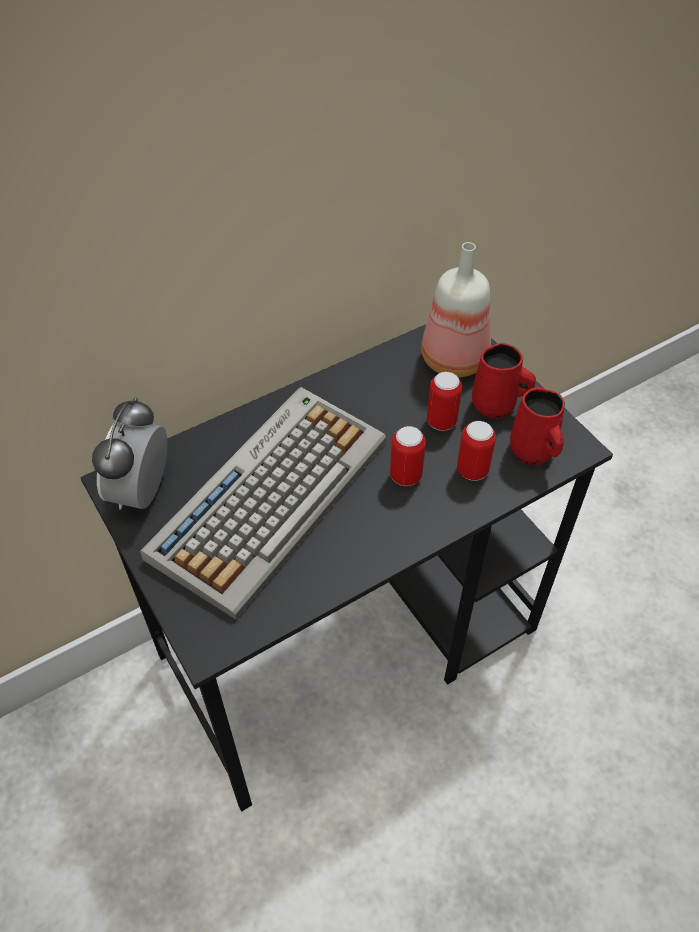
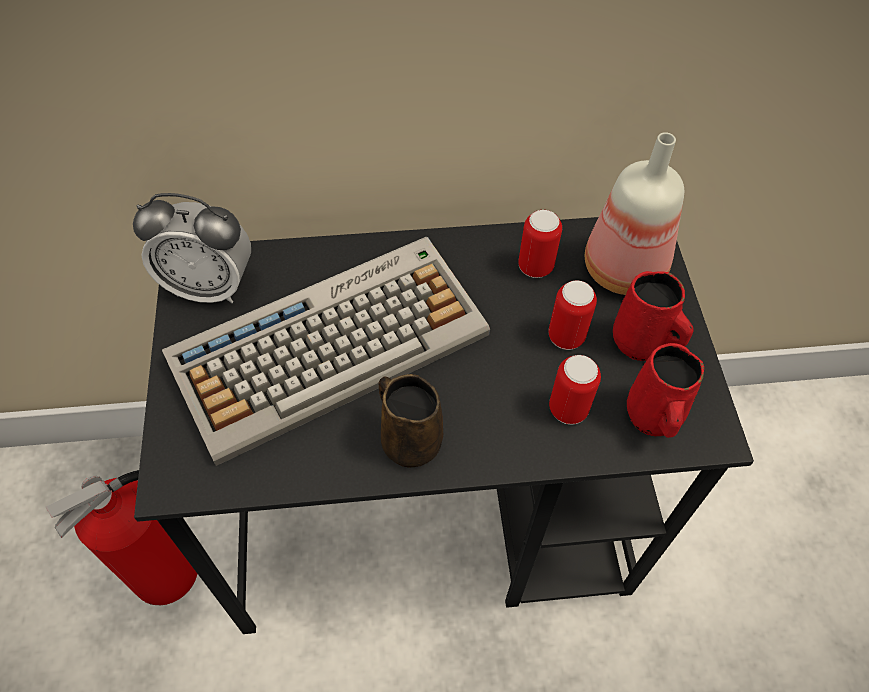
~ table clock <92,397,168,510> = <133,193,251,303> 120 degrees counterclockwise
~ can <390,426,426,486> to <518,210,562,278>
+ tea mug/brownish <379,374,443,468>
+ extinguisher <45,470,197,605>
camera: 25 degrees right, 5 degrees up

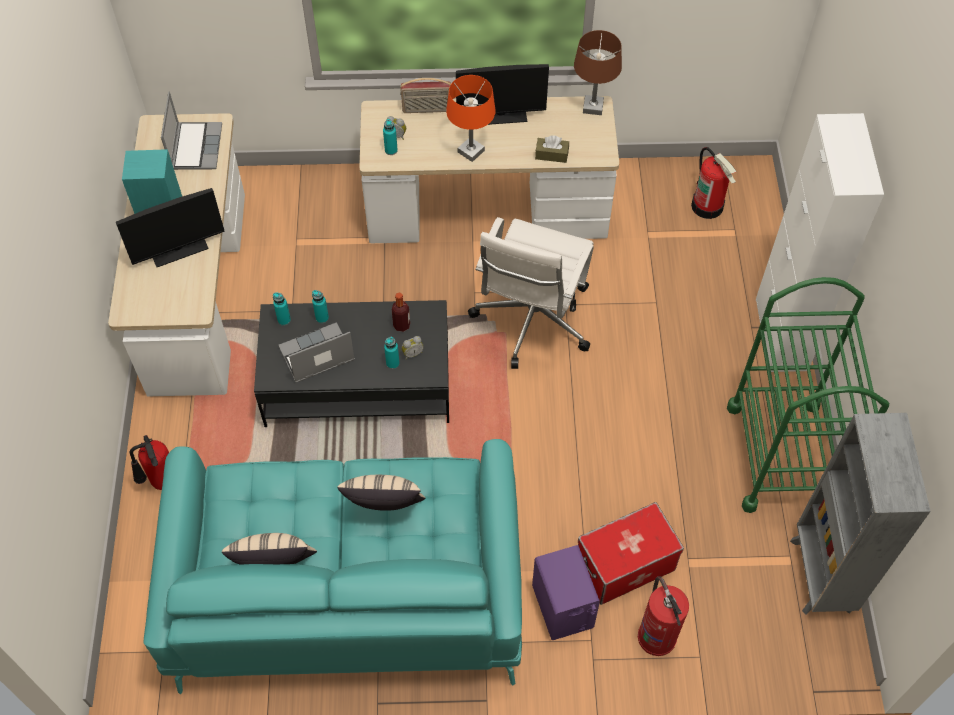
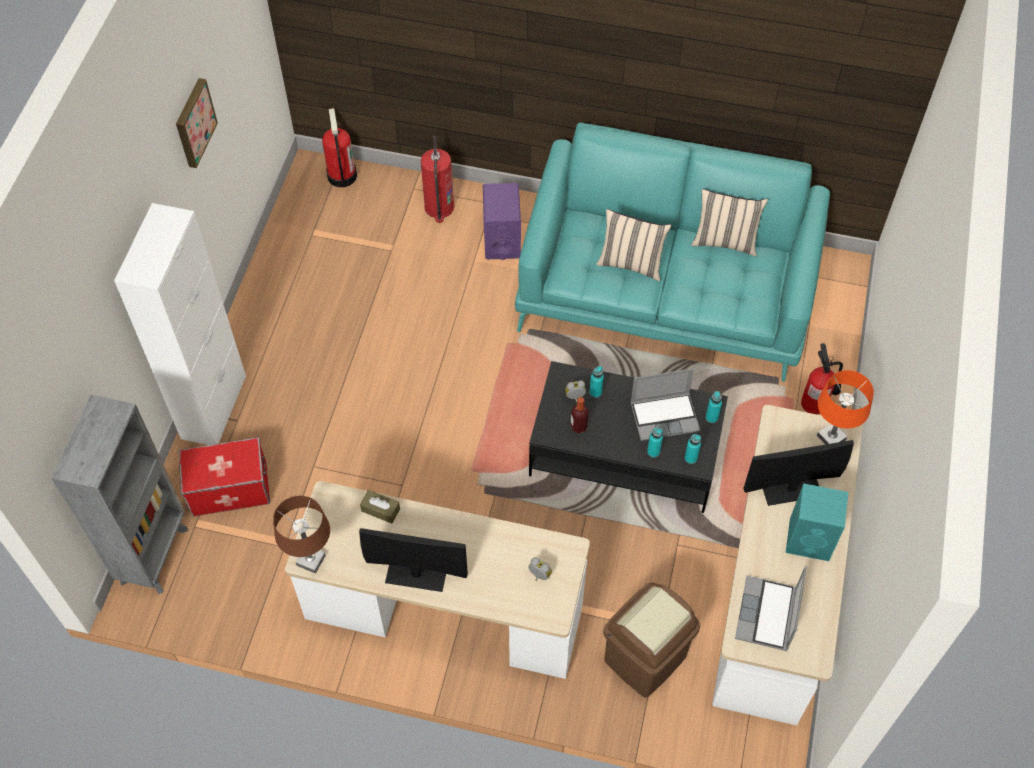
~ table lamp/orangey <446,75,496,162> to <817,370,874,444>
- radio receiver <400,78,451,113>
~ beverage bottle/turquoise <383,119,398,155> to <706,391,722,423>
~ extinguisher <691,147,737,219> to <322,108,357,187>
- computer chair/white-coloured <468,217,594,369>
- cart/green-coloured <727,277,889,513>
~ bookcase/greyish <790,413,931,615> to <51,395,189,594>
~ storage container <578,502,684,605> to <178,437,270,516>
+ wall picture <176,78,218,168>
+ trash can/brownish <603,582,700,697>
camera: 165 degrees left, 0 degrees up

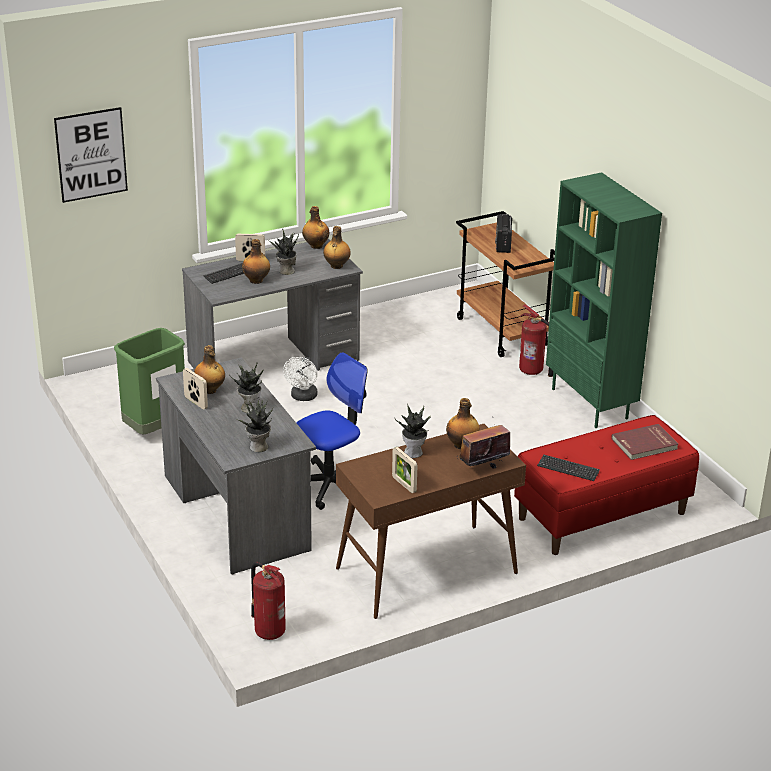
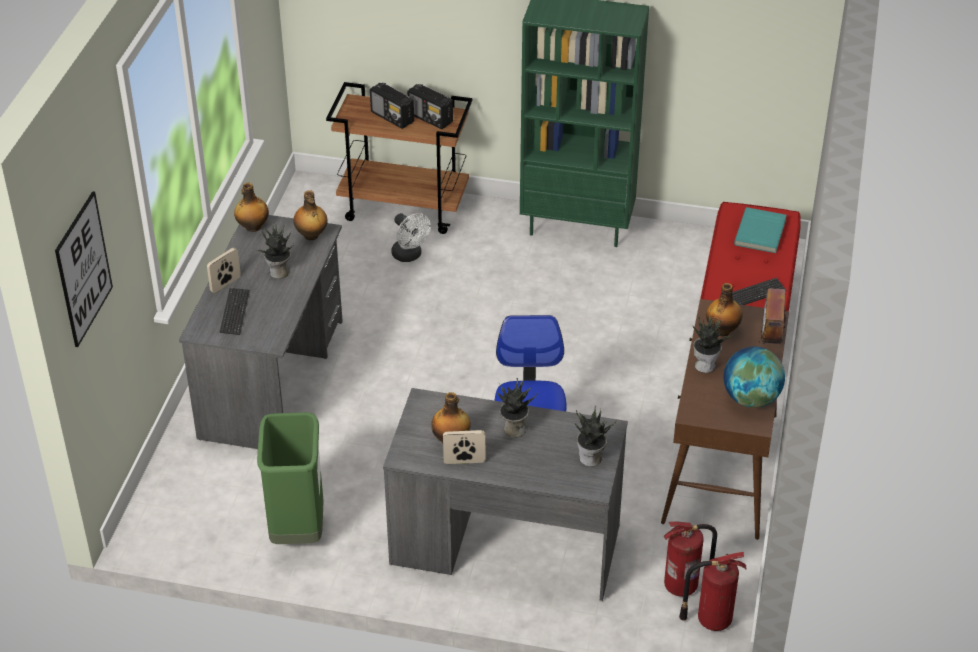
- beverage bottle <242,239,270,284>
~ extinguisher <519,304,553,377> to <664,521,717,597>
~ cooling fan/white-coloured <283,357,317,401> to <391,213,431,262>
~ bound book/red <611,424,678,460> to bound book/turquoise <734,207,787,253>
~ photo frame <392,447,417,493> to world globe <723,347,785,408>
+ radio receiver <407,84,453,129>
camera: 50 degrees left, 10 degrees up

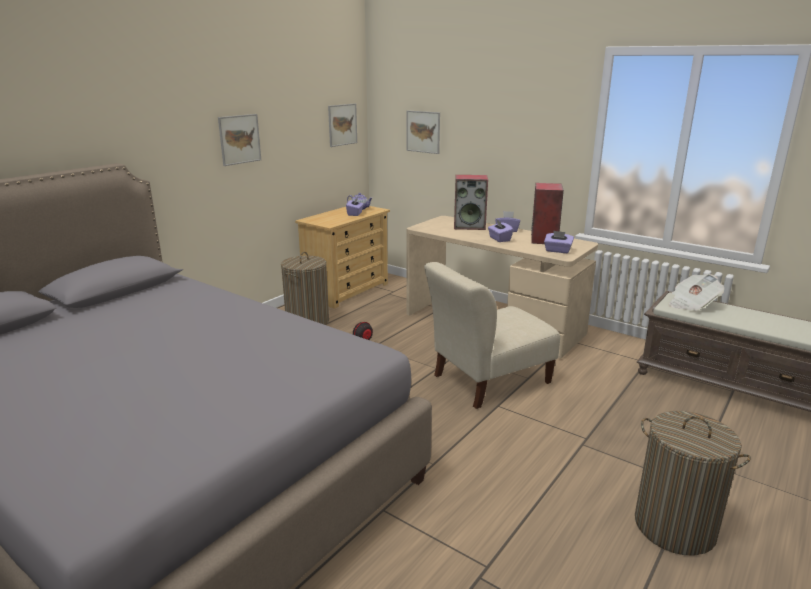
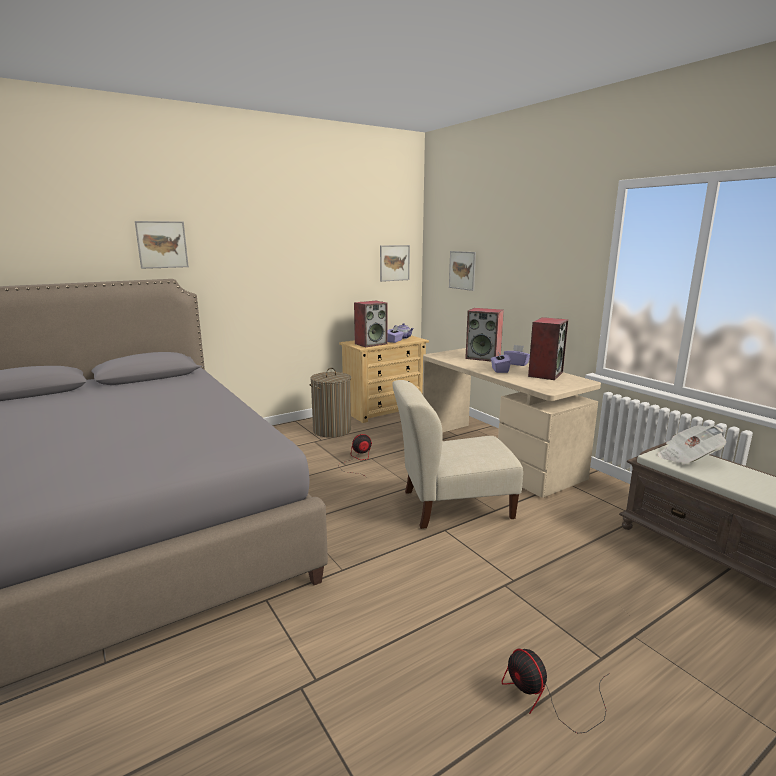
~ wall picture <218,114,261,166> to <135,221,189,269>
- tissue box/purple <544,230,574,253>
~ laundry basket <635,411,751,556> to cooling fan <502,649,610,733>
+ audio speaker <354,301,387,347>
camera: 20 degrees right, 5 degrees down

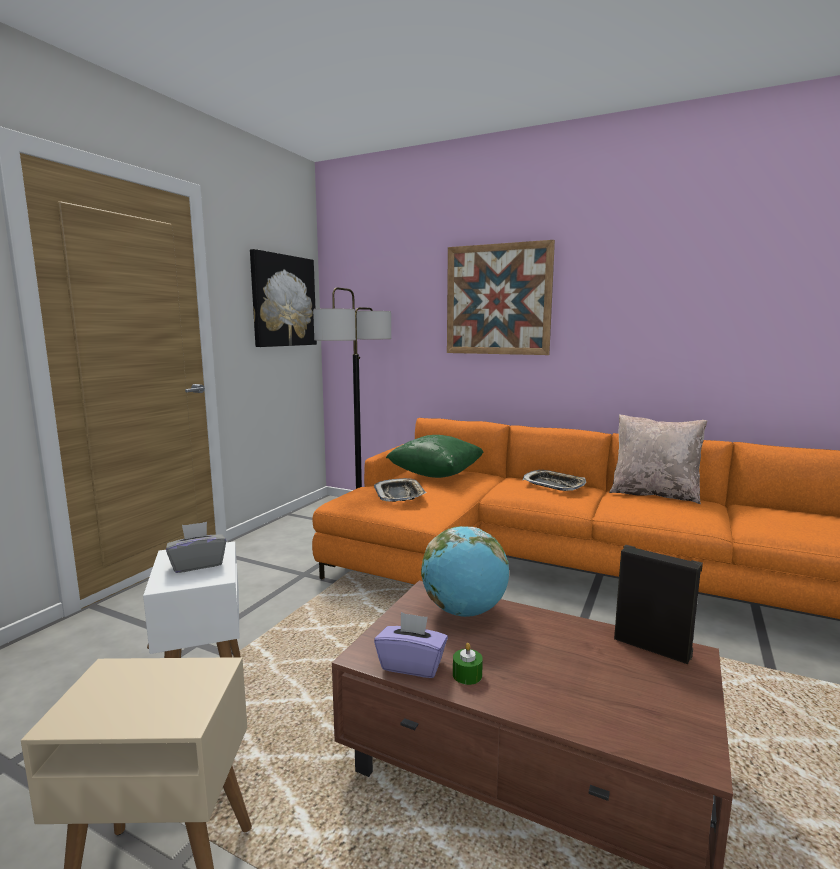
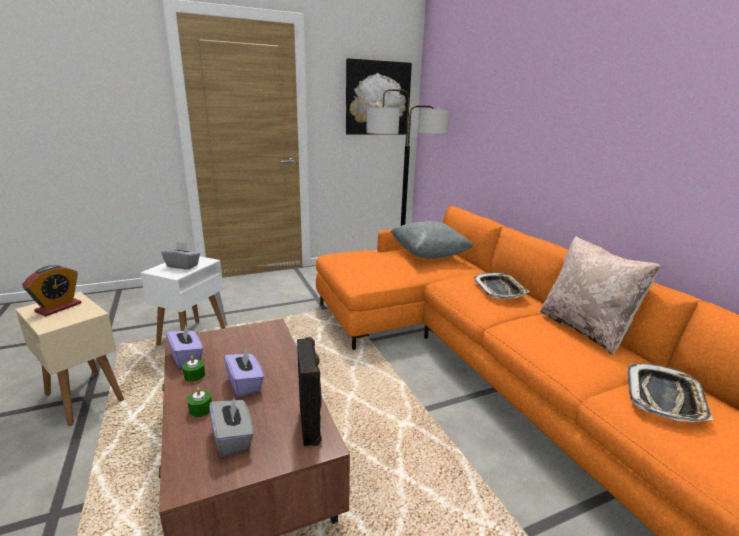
- wall picture <447,240,555,355>
~ pillow/green-coloured <386,435,484,478> to pillow/greyish <390,221,473,259>
~ serving tray <374,478,426,502> to <627,363,713,422>
- world globe <421,526,509,617>
+ table clock <22,265,82,316>
+ tissue box/purple <224,348,264,397>
+ wax candle/green-coloured <187,387,212,417>
+ tissue box/greyish <209,395,254,457>
camera: 40 degrees right, 10 degrees up

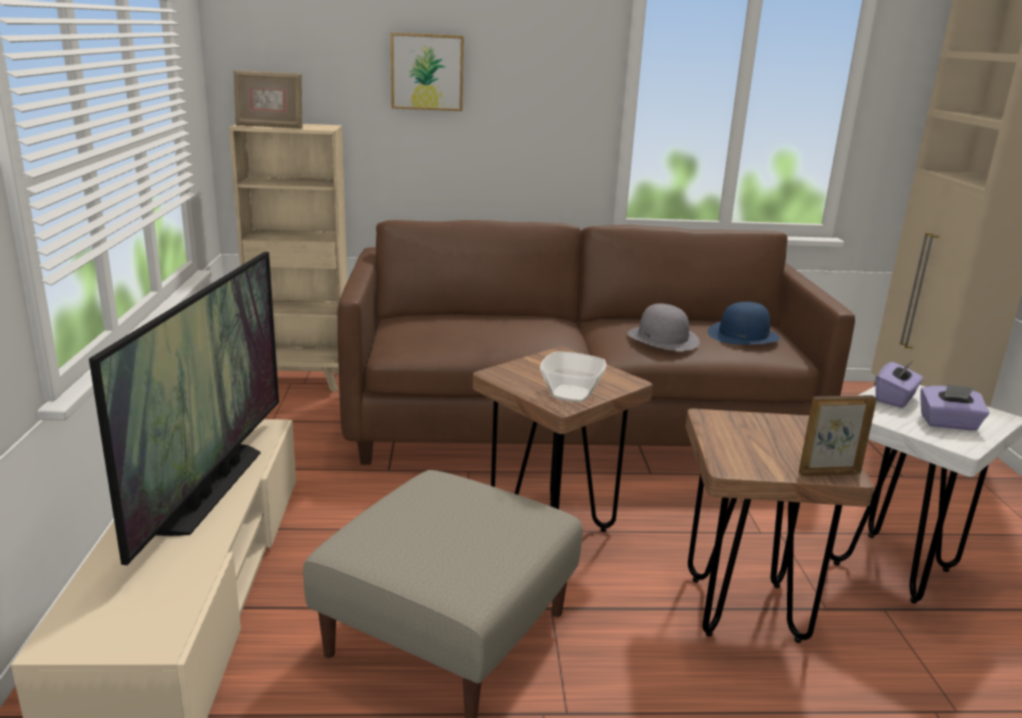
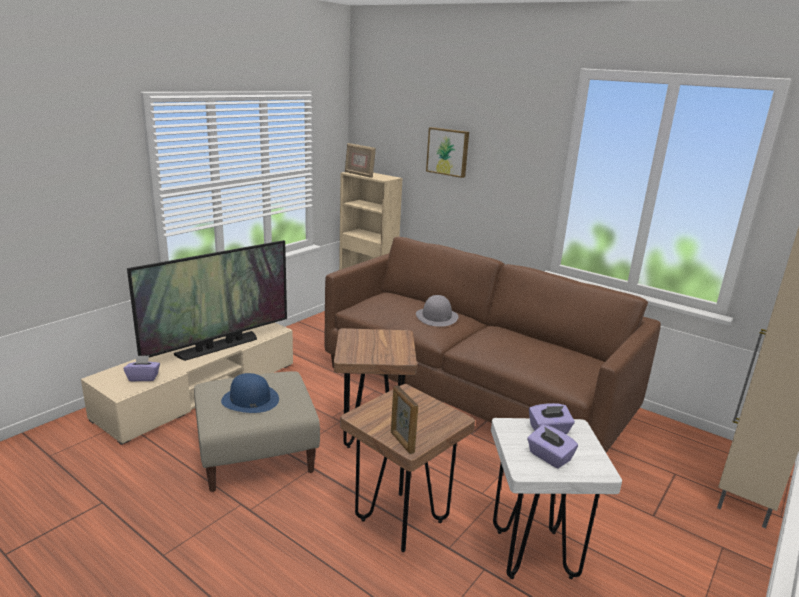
~ hat/blue <708,302,780,345> to <221,373,279,413>
~ hat/greyish <627,303,700,351> to <416,295,459,327>
- deep dish <540,351,606,402>
~ photo frame <799,395,877,476> = <391,385,418,454> 150 degrees counterclockwise
+ tissue box/purple <123,355,160,381>
camera: 40 degrees right, 0 degrees up

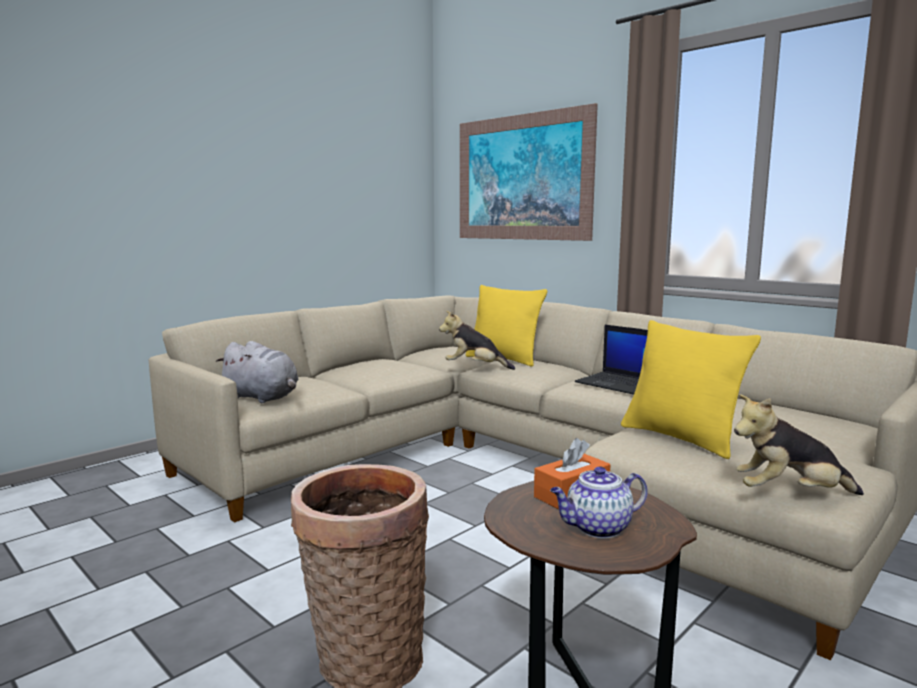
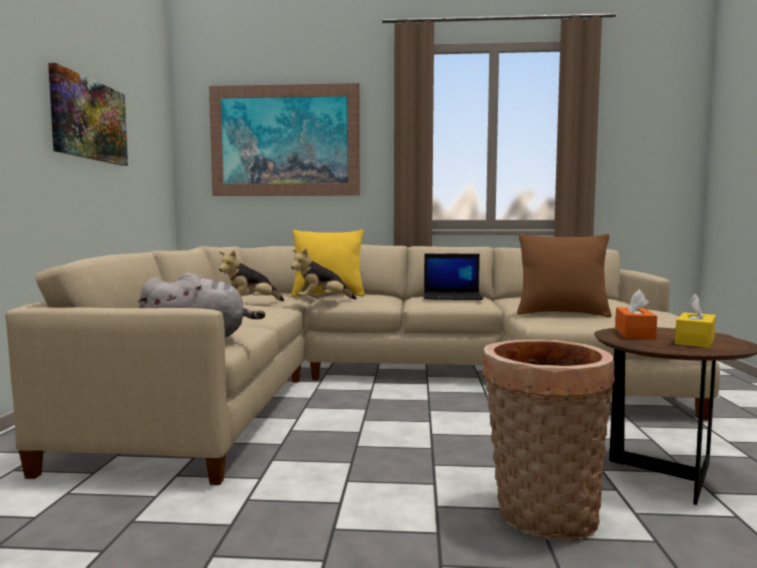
~ pillow/yellowish <621,320,761,459> to pillow/brownish <517,234,611,317>
~ soft toy <734,394,864,495> to <219,250,284,301>
~ tea pot <550,466,648,539> to tissue box/yellowish <675,293,716,348>
+ wall picture <48,63,128,166>
camera: 40 degrees left, 5 degrees down

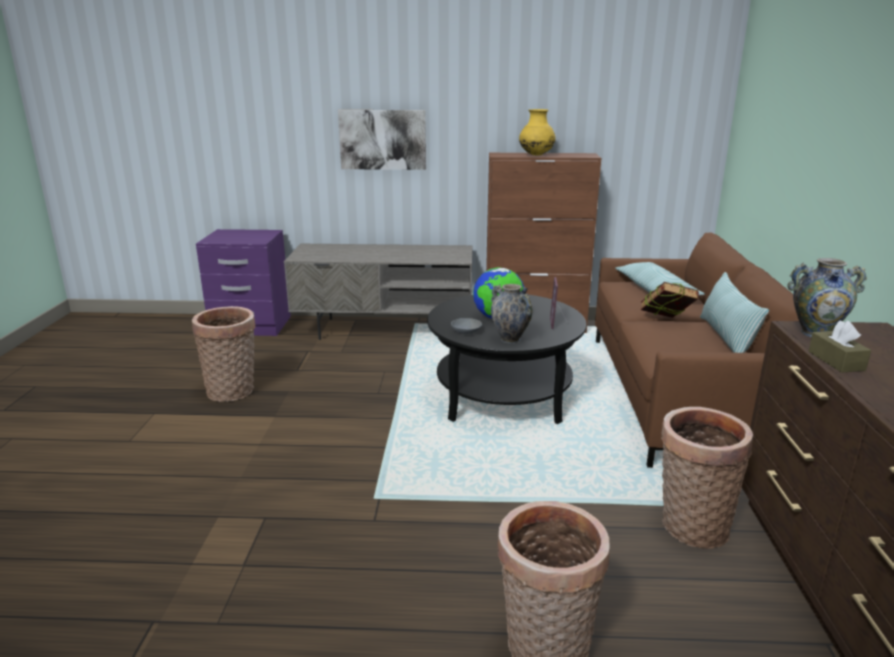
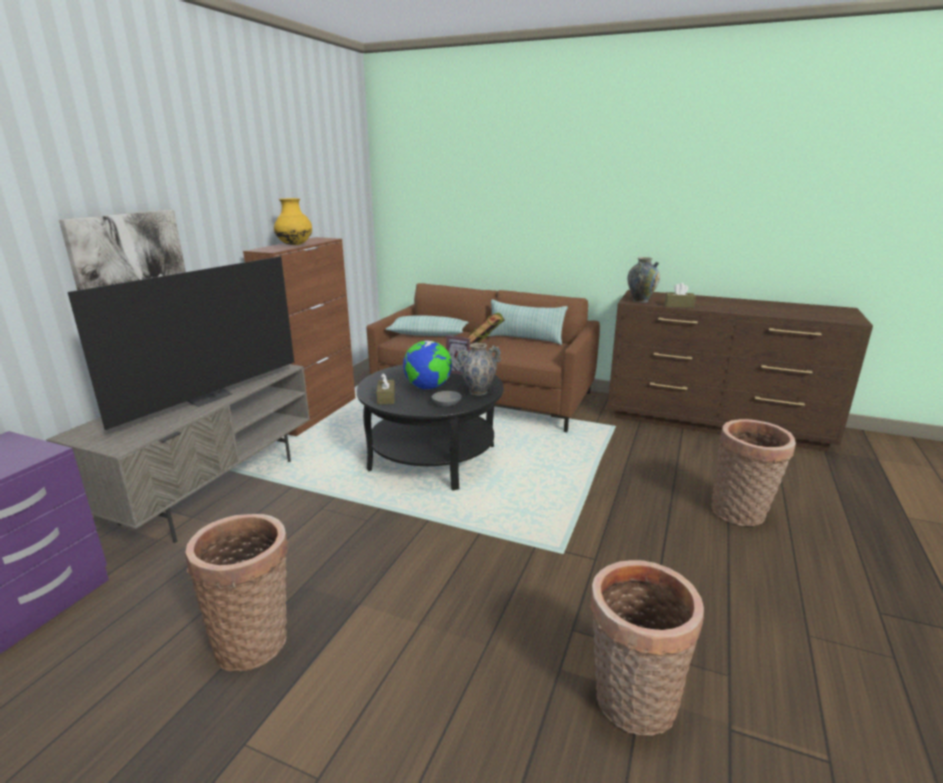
~ basket <661,407,753,549> to <589,560,704,735>
+ television <68,256,294,430>
+ tissue box/brownish <376,373,395,404>
camera: 70 degrees left, 0 degrees up

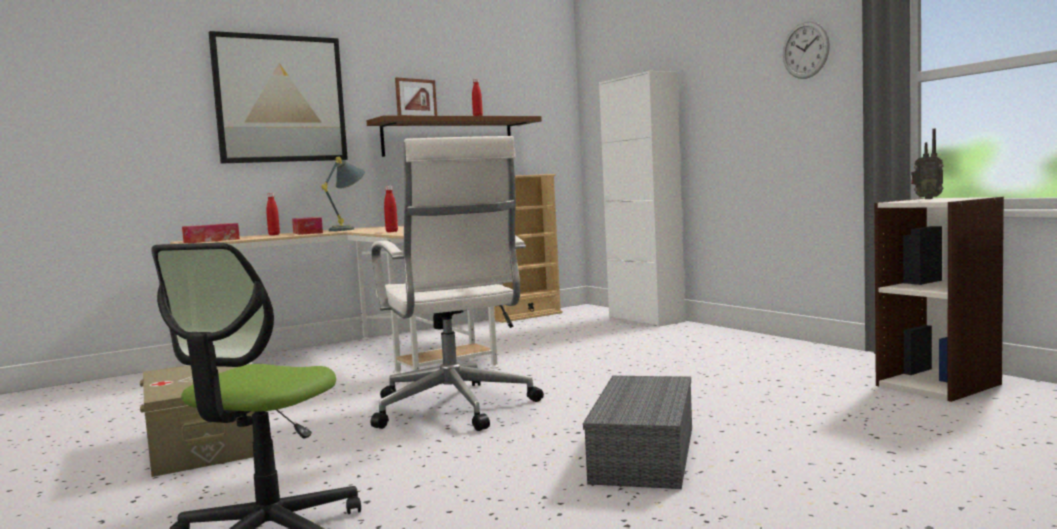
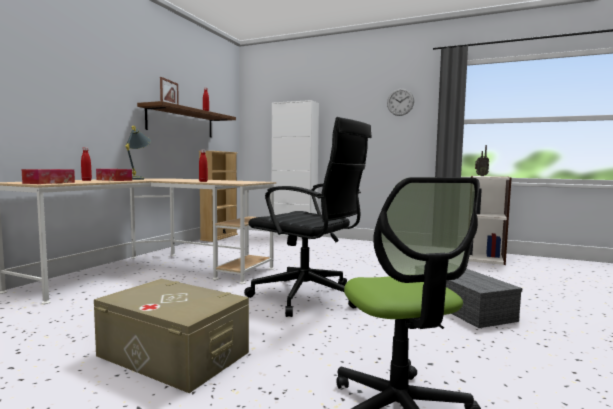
- wall picture <209,31,348,163>
~ computer chair/white-coloured <371,136,544,431> to computer chair/black-coloured <244,117,372,317>
camera: 35 degrees left, 0 degrees up

